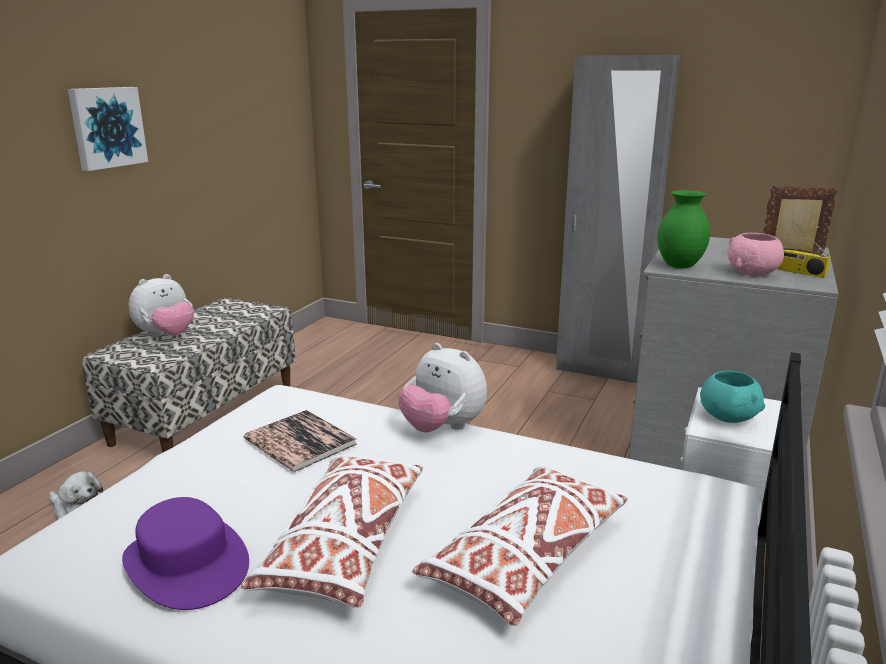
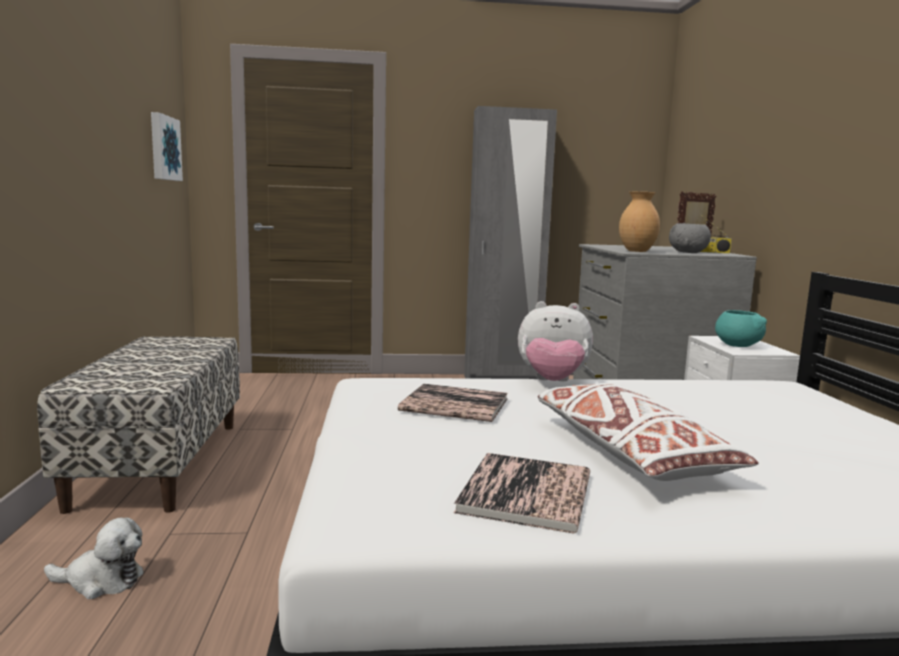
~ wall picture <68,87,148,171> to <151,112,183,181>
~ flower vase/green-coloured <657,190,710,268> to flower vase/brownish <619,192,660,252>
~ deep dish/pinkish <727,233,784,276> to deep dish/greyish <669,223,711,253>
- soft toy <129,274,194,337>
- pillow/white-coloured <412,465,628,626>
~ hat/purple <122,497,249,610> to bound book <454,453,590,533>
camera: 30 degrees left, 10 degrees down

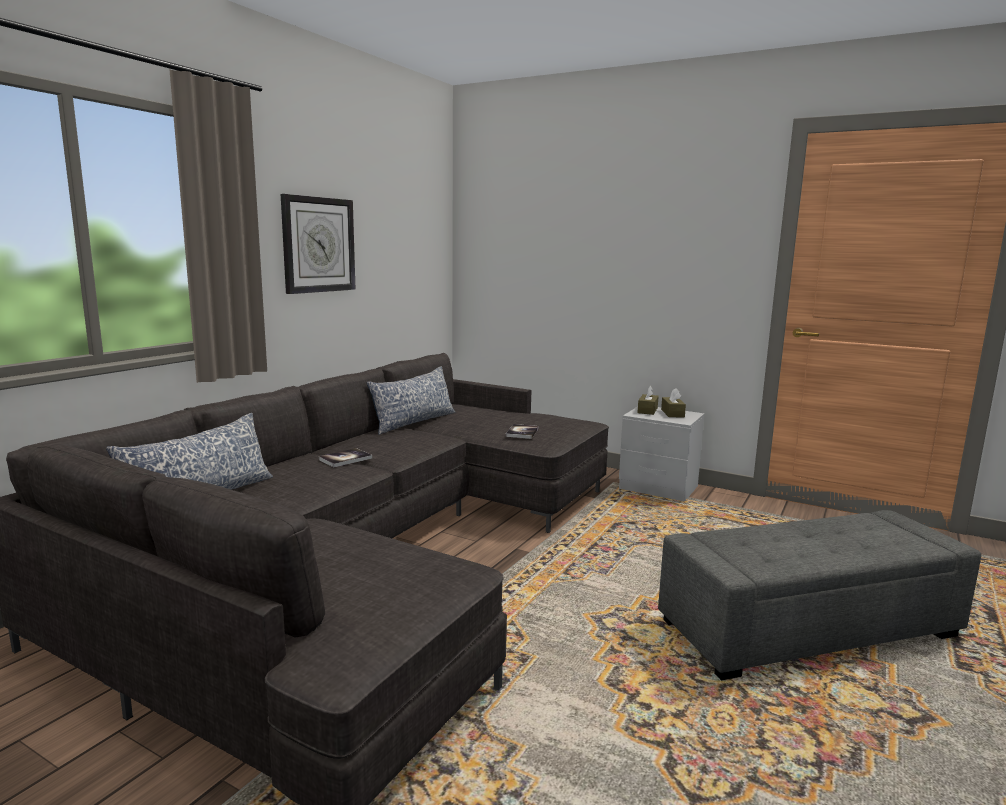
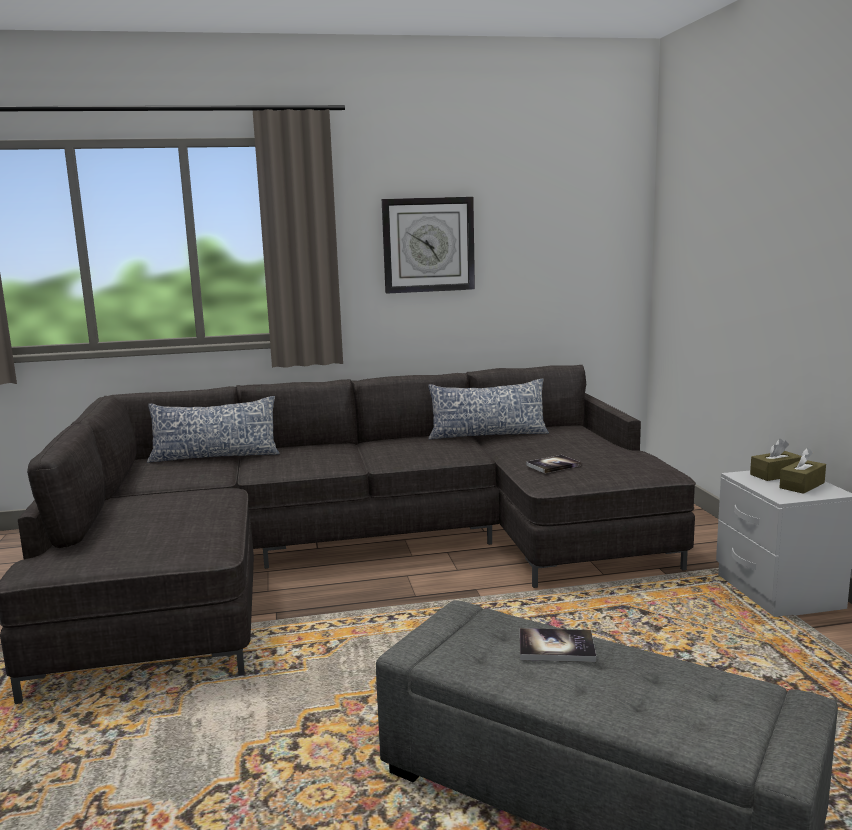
~ bound book <319,448,372,467> to <520,628,596,662>
camera: 50 degrees right, 0 degrees up

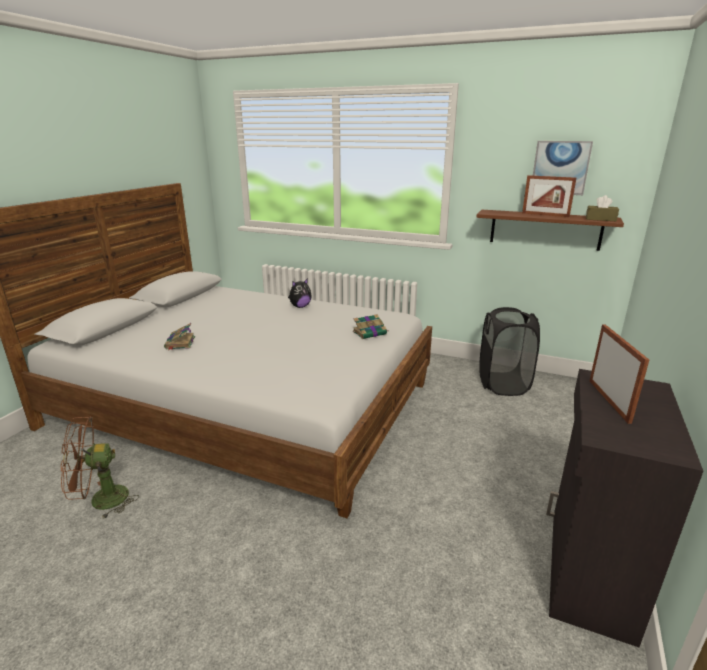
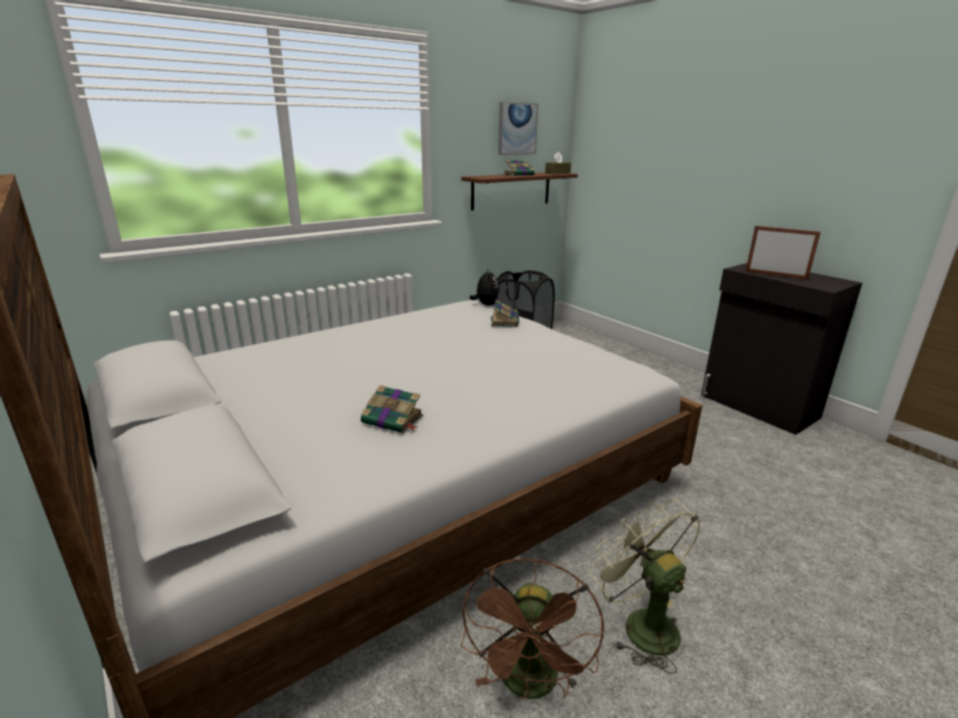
~ photo frame <522,175,576,217> to bound book <504,160,536,176>
~ soft toy <288,278,312,308> to <470,267,500,305>
+ cooling fan/green-coloured <590,499,700,674>
camera: 60 degrees left, 0 degrees up

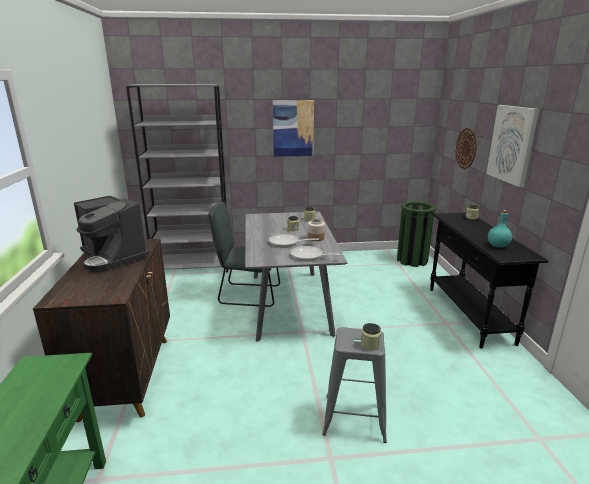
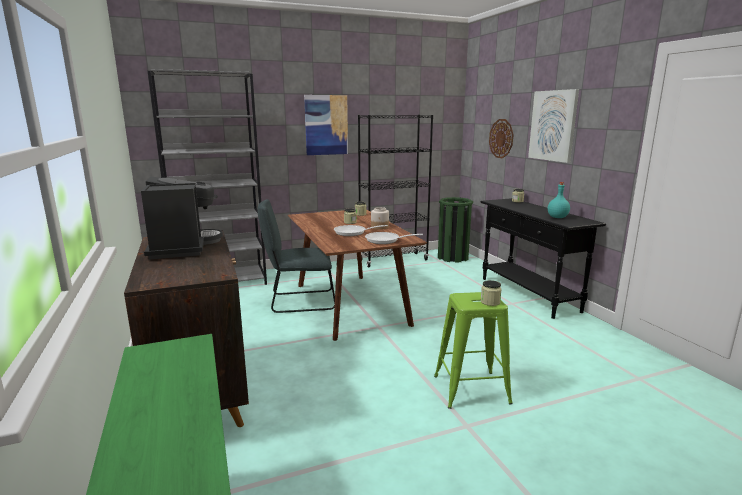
~ coffee maker <74,196,149,272> = <141,176,223,260> 135 degrees counterclockwise
~ dining table/greyish <245,212,348,342> to dining table/brownish <288,209,427,341>
~ sitting stool/greyish <322,327,387,443> to sitting stool/green-coloured <434,292,513,409>
+ bookcase/black-coloured <358,115,433,268>
camera: 15 degrees left, 5 degrees down

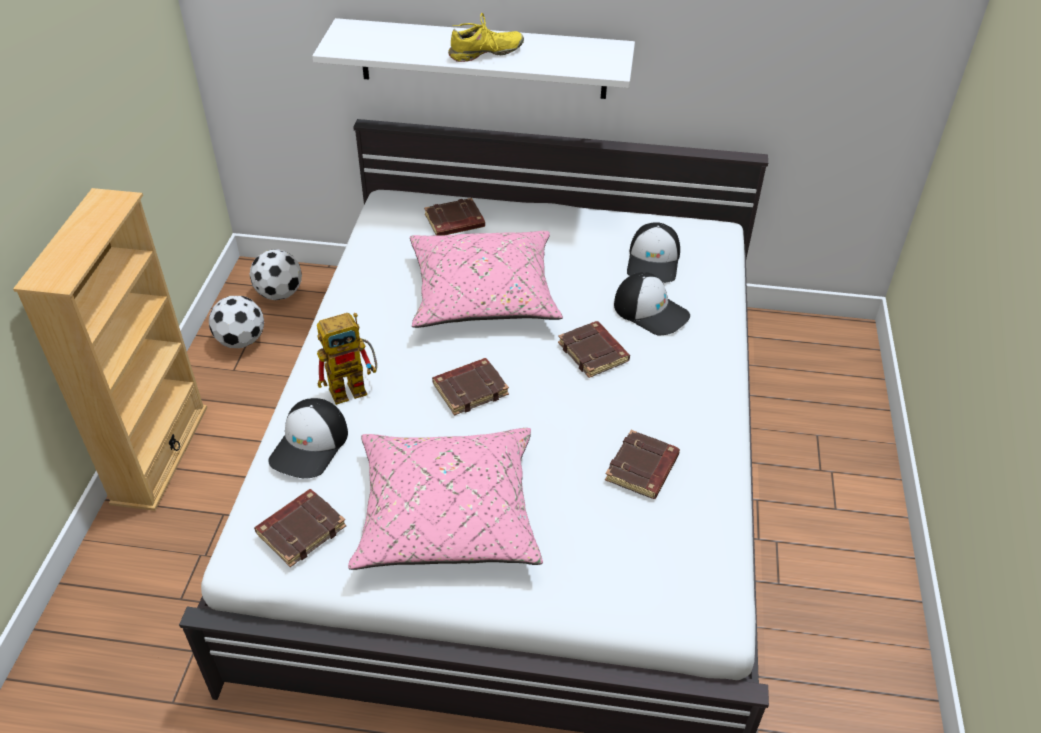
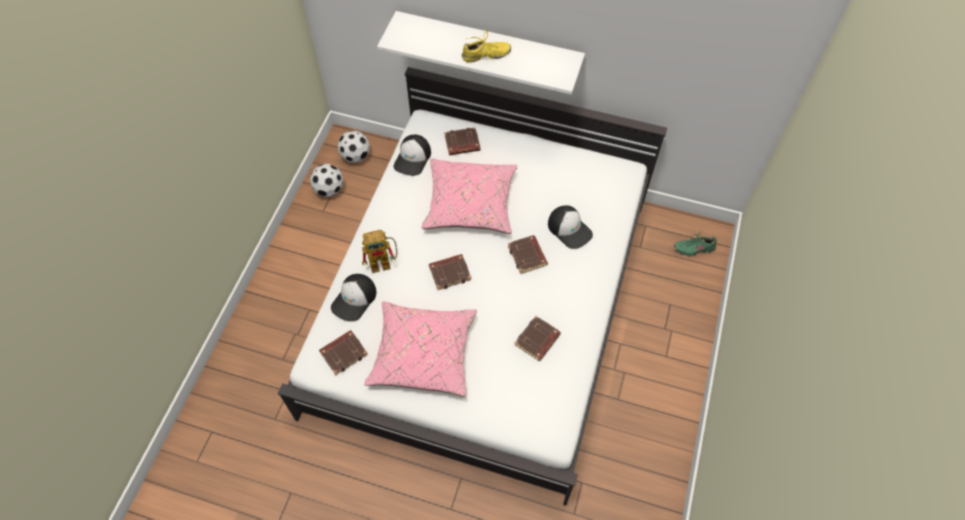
- bookcase/beige-coloured <13,188,207,511>
~ cap <627,222,680,283> to <393,135,431,176>
+ item of footwear/green-coloured <674,232,717,256>
camera: 10 degrees right, 15 degrees up

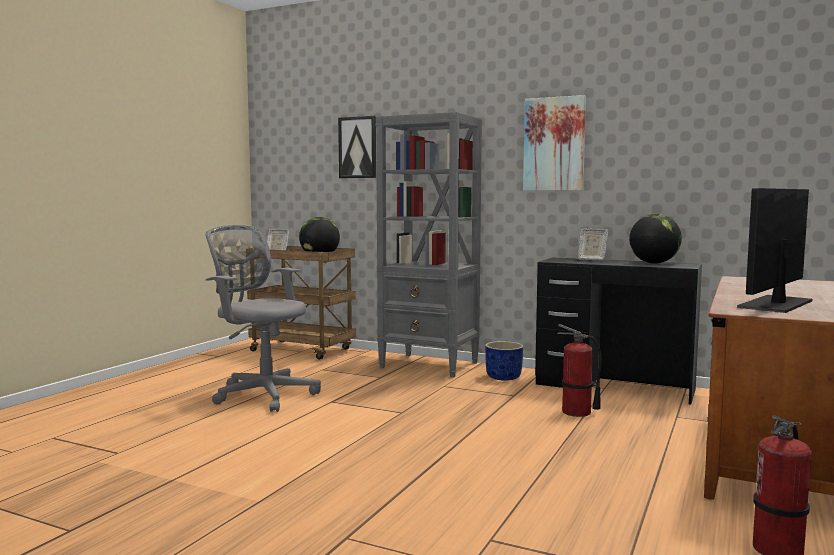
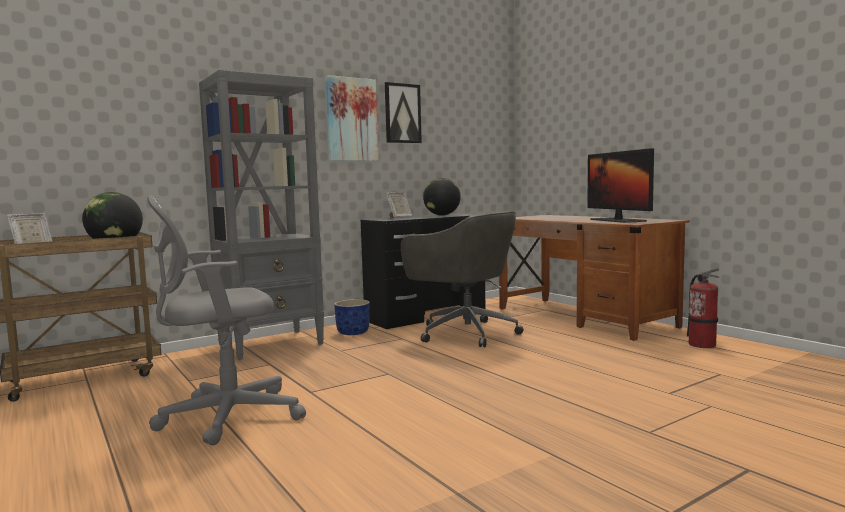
~ wall picture <338,116,376,178> to <385,82,422,143>
~ extinguisher <557,324,602,417> to computer chair/greyish <401,211,524,347>
camera: 60 degrees left, 0 degrees up

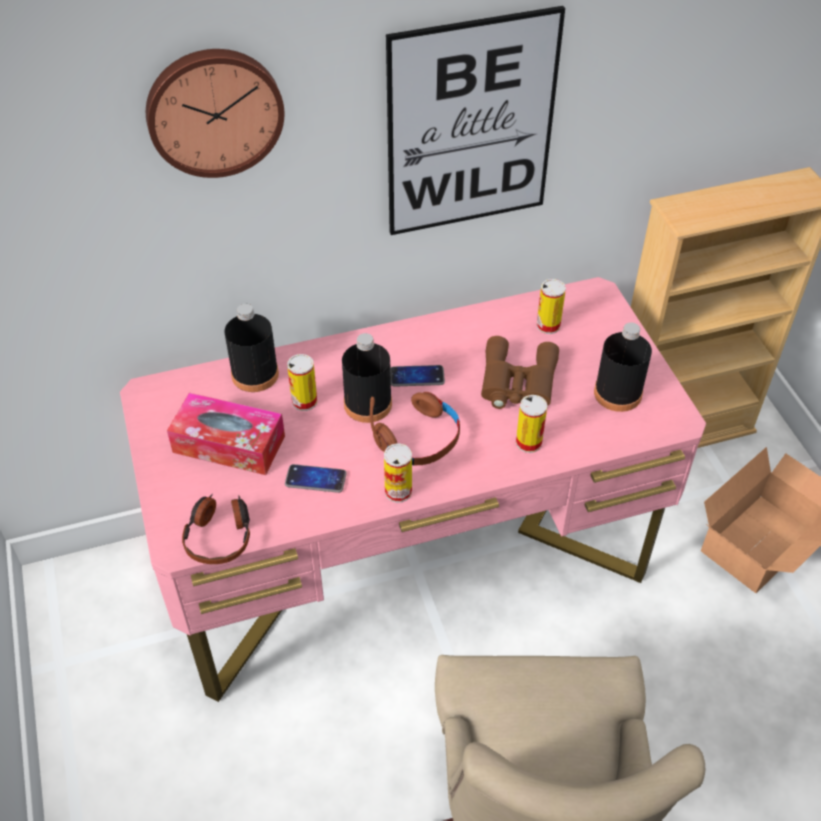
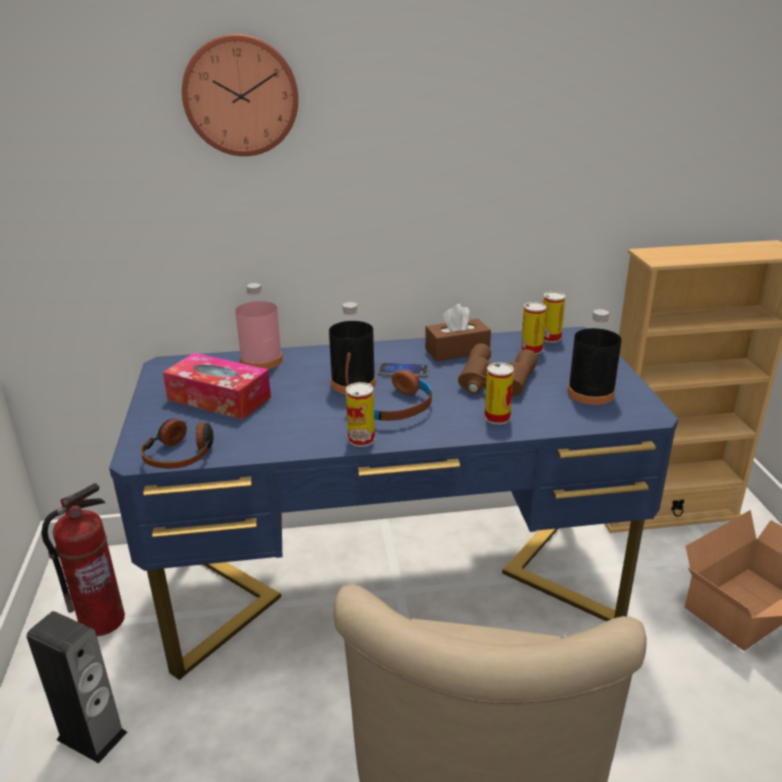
- wall picture <386,6,565,235>
~ desk/pinkish <120,277,706,702> to desk/blue <109,327,678,680>
~ beverage bottle/black-coloured <224,304,279,392> to beverage bottle/pinkish <235,283,283,369>
~ can <287,354,317,411> to <543,291,566,343>
- phone <285,464,347,493>
+ tissue box/brownish <425,304,491,361>
+ extinguisher <42,483,125,636>
+ audio speaker <27,611,127,763>
camera: 10 degrees right, 20 degrees down

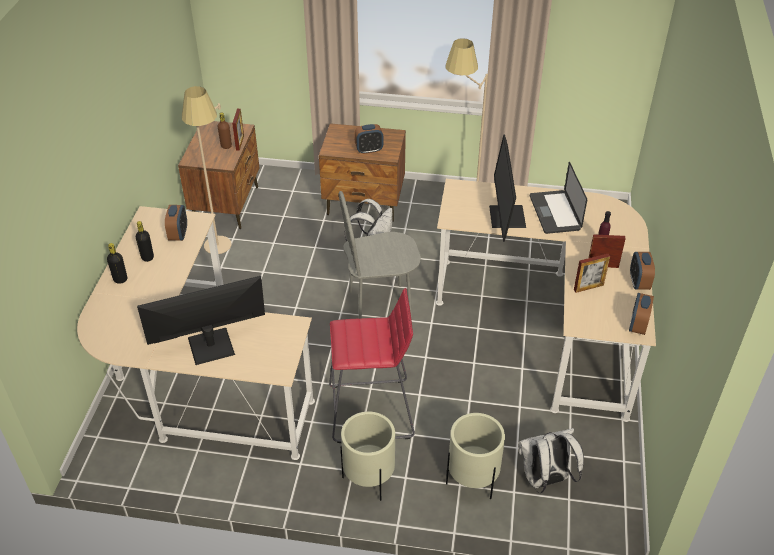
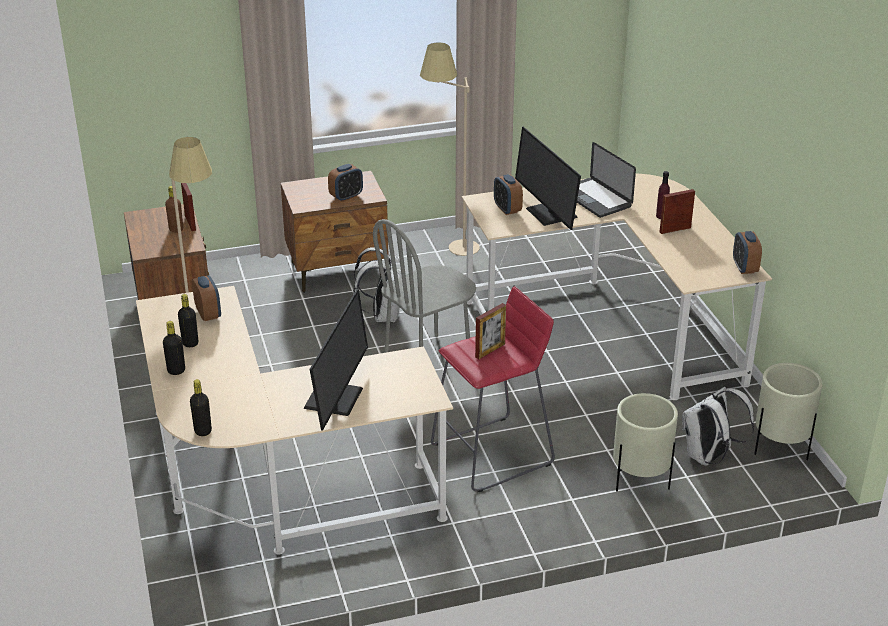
~ table clock <630,252,655,290> to <494,174,523,215>
~ photo frame <574,254,610,293> to <475,303,506,359>
~ computer screen <137,276,265,365> = <304,289,368,430> 150 degrees clockwise
~ flower pot/beige-coloured <341,411,395,501> to <754,363,823,460>
+ beverage bottle/black-coloured <190,379,212,436>
camera: 25 degrees left, 10 degrees down

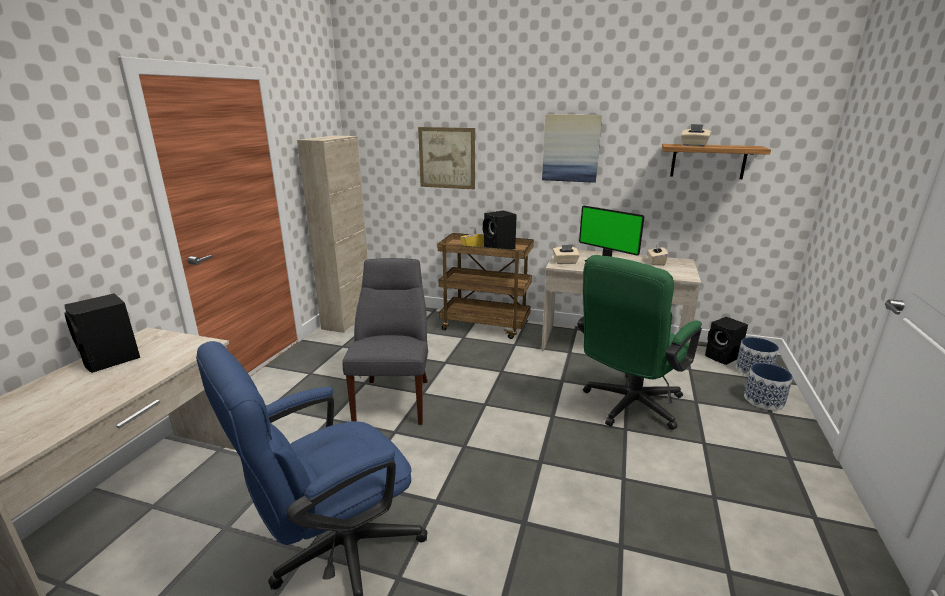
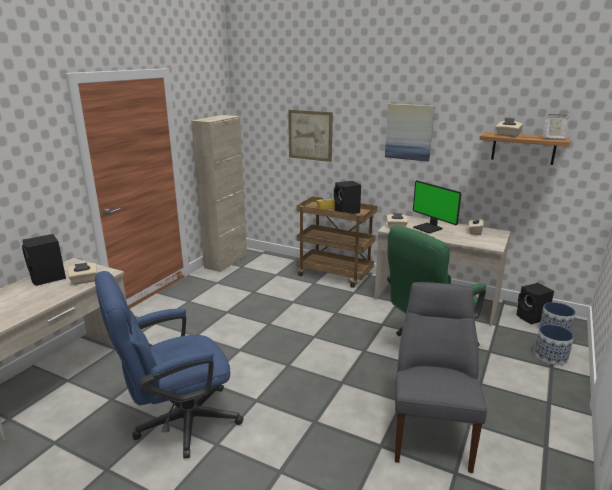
~ chair/greyish <342,258,428,425> to <395,282,487,473>
+ photo frame <544,113,569,140>
+ tissue box/beige-coloured <67,263,97,285>
camera: 10 degrees right, 0 degrees up

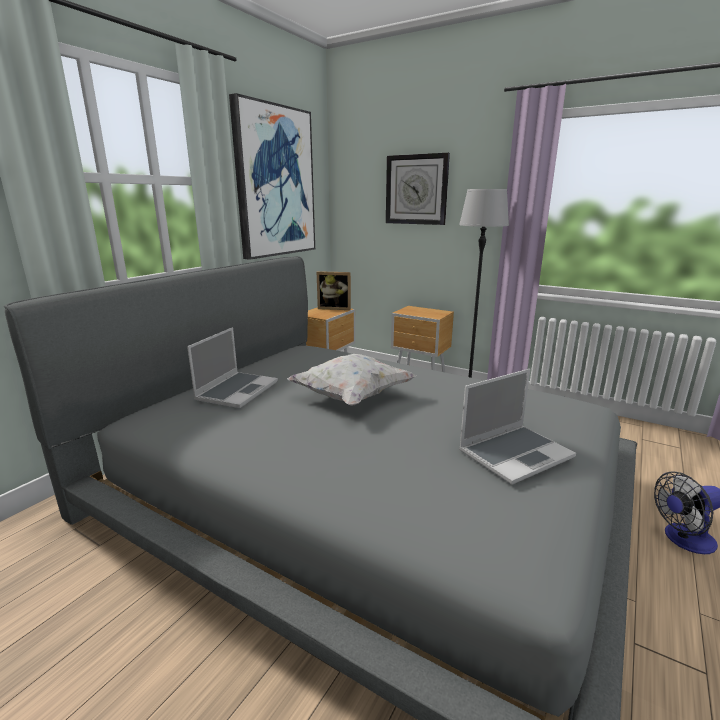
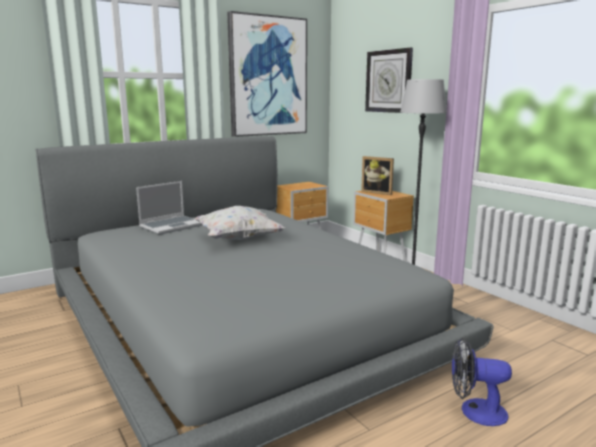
~ photo frame <317,271,351,310> to <361,156,394,195>
- notebook computer <459,369,576,485>
camera: 25 degrees right, 5 degrees down

